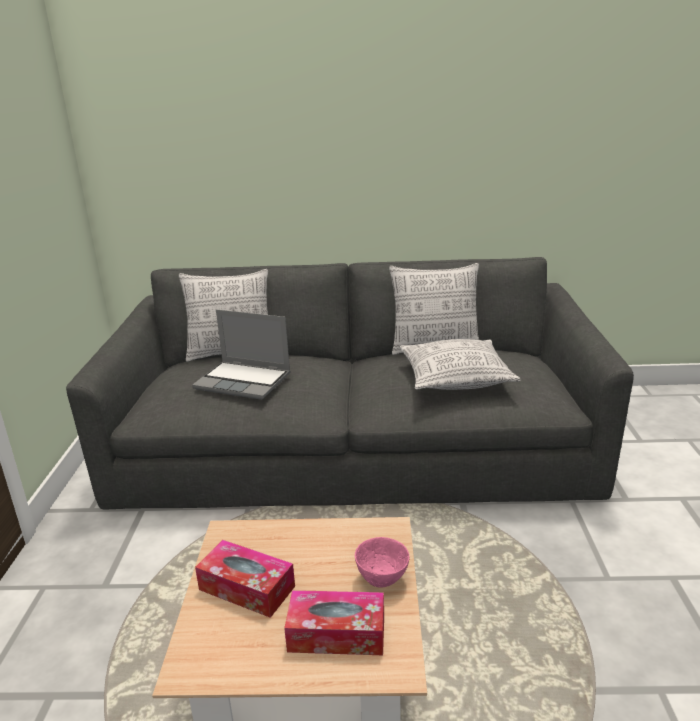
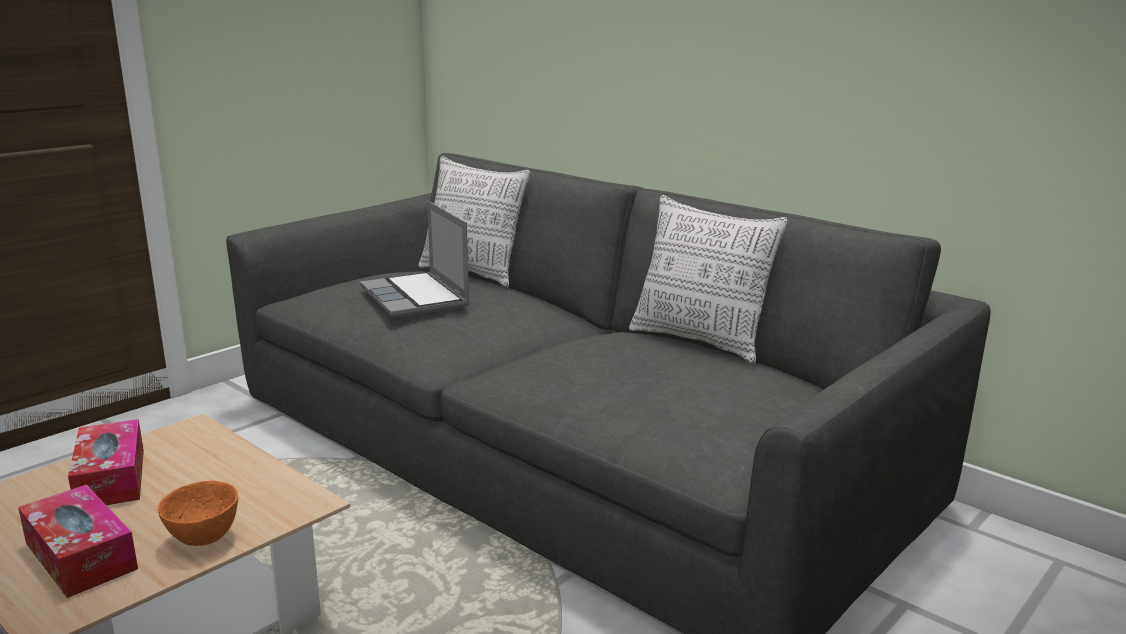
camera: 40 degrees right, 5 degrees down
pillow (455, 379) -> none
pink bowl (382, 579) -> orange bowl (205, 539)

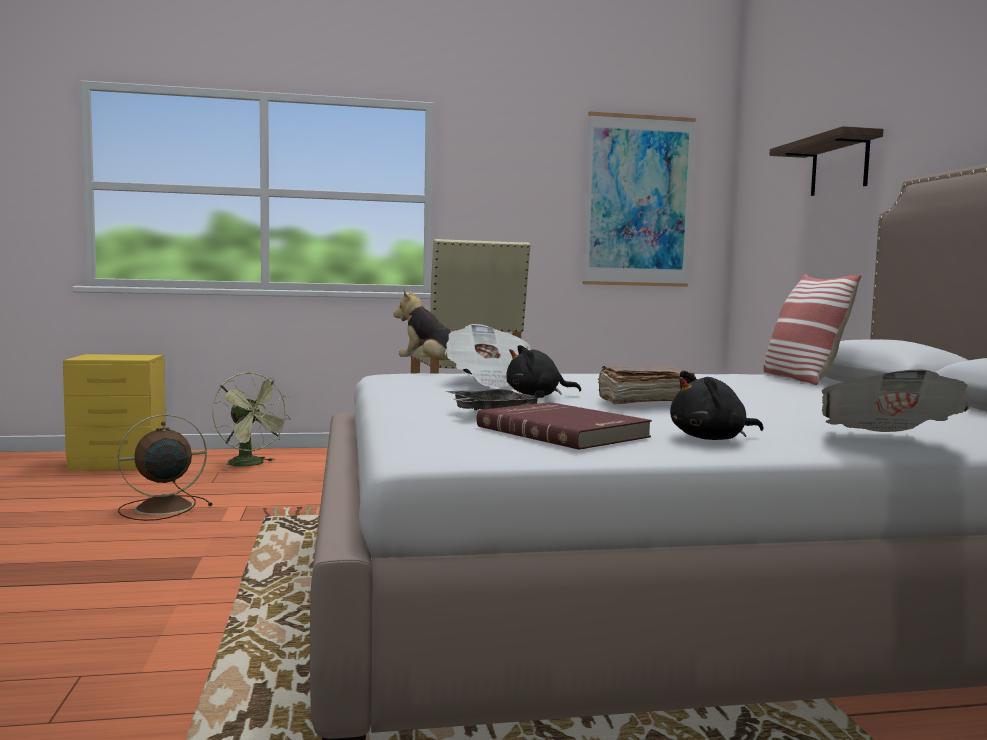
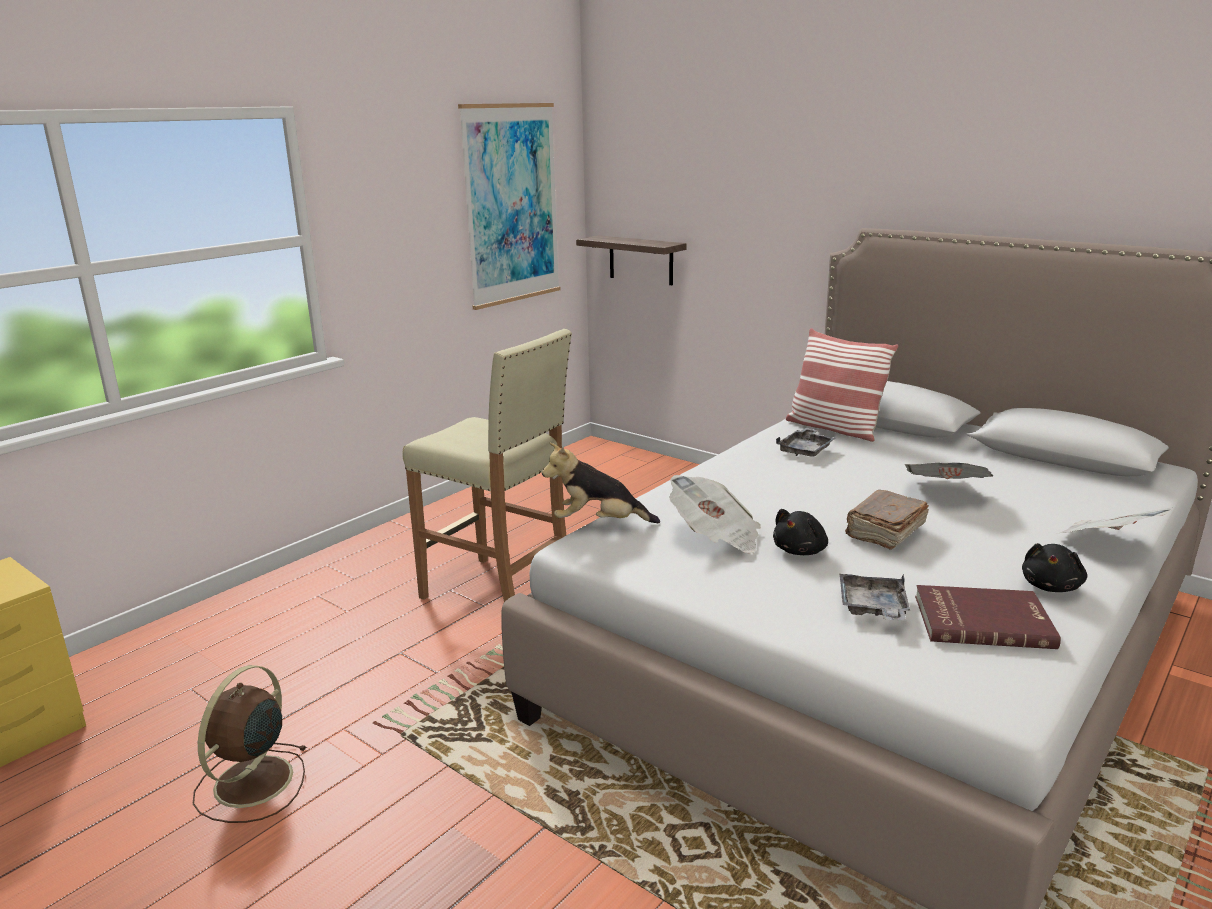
camera: 40 degrees left, 15 degrees up
shelf (839, 165) -> shelf (641, 260), move
green fan (251, 464) -> none
none -> grey tray (806, 450)
none -> newspaper (945, 492)

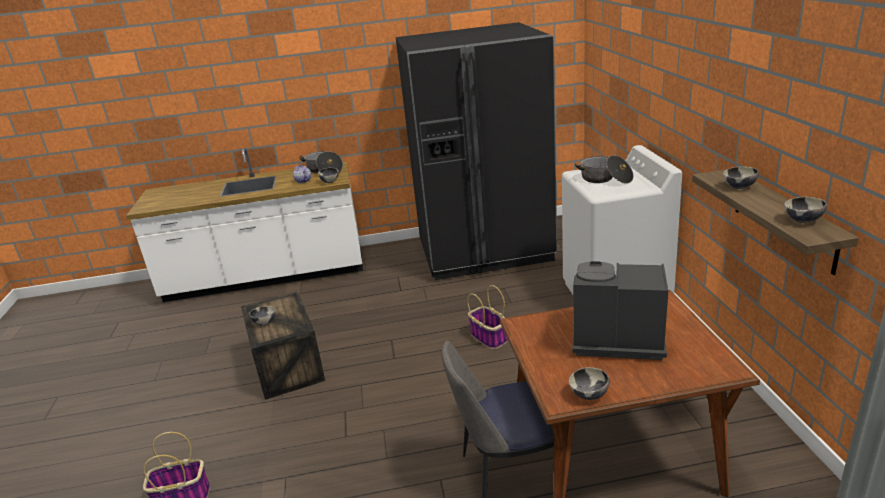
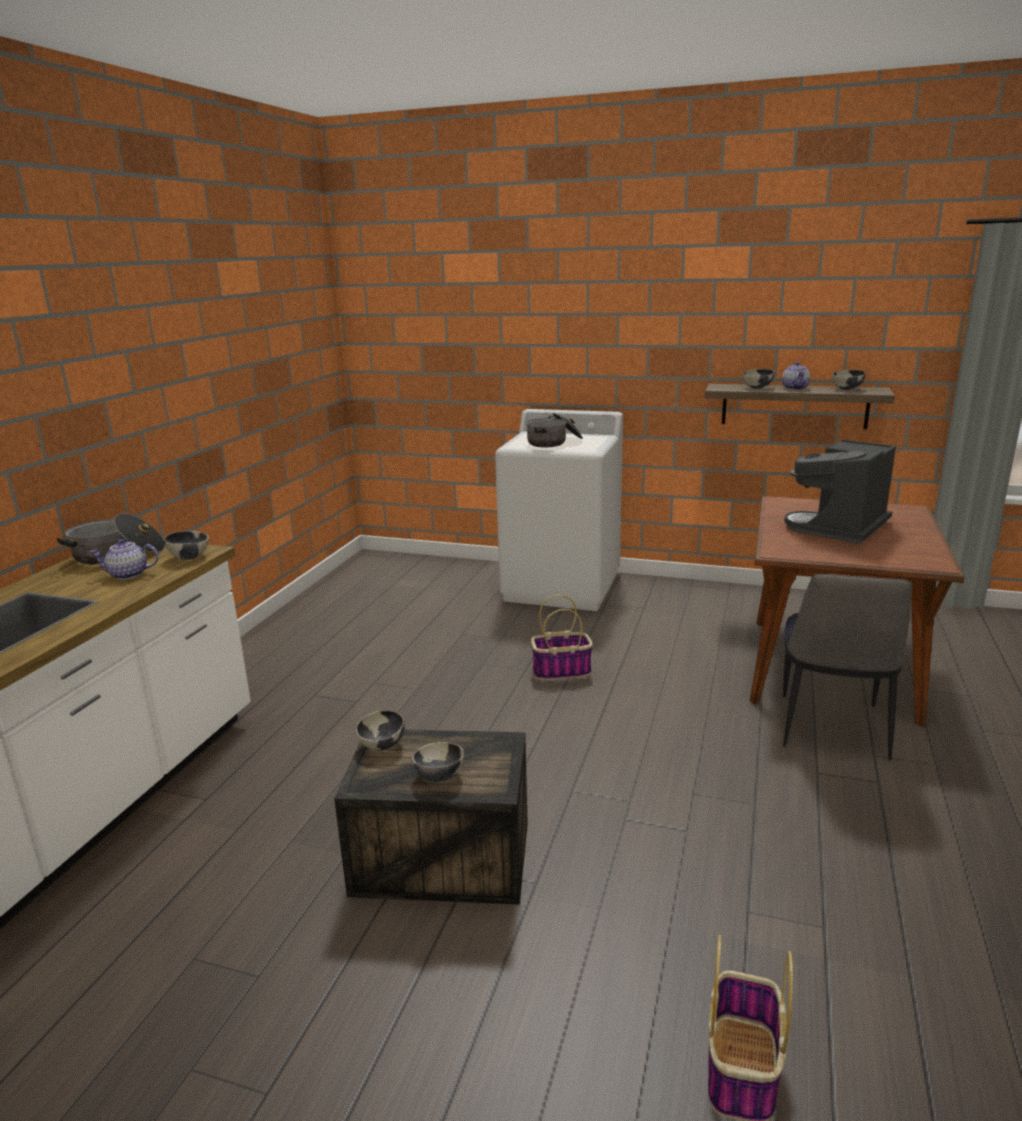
camera: 65 degrees left, 5 degrees down
black fridge (484, 249) -> none
bowl (589, 395) -> bowl (382, 745), move
none -> teapot (795, 388)

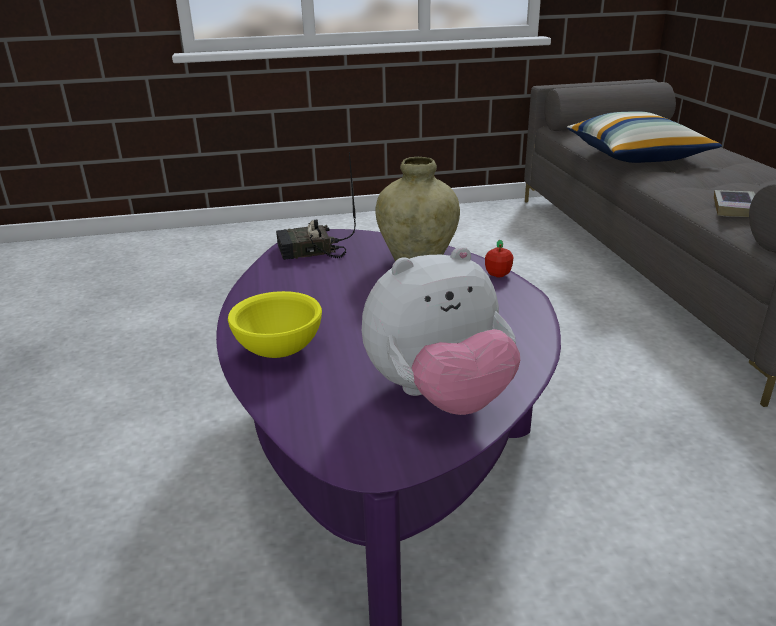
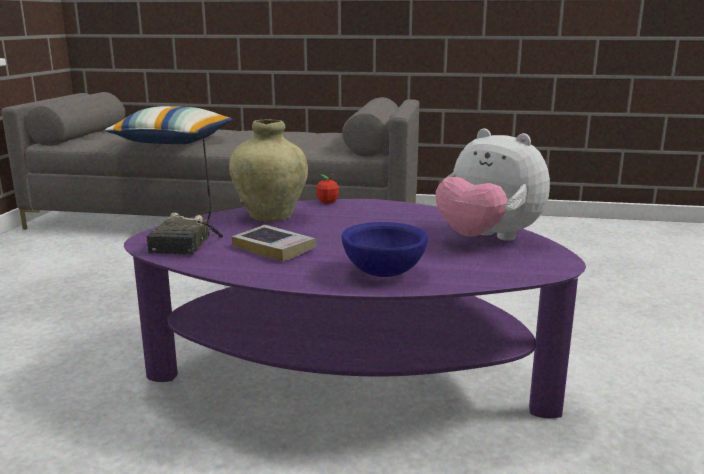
camera: 70 degrees left, 10 degrees down
book (735, 208) -> book (274, 248), move
plush toy (439, 396) -> plush toy (487, 239), 135 degrees clockwise
yellow bowl (278, 350) -> blue bowl (384, 273)

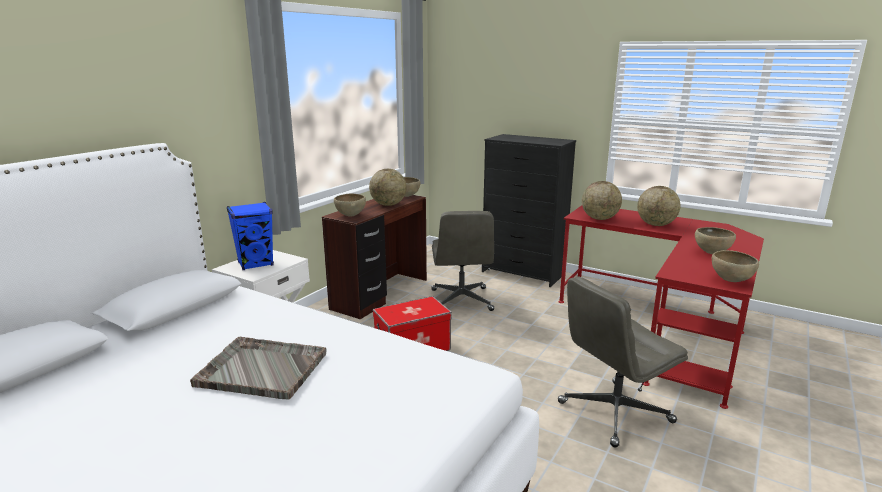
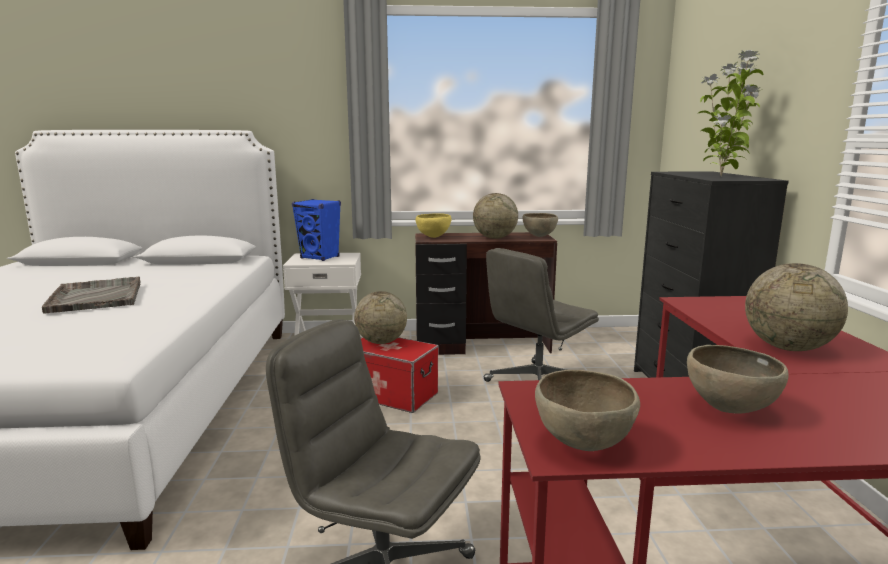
camera: 55 degrees right, 5 degrees down
globe (599, 219) -> globe (381, 342), move
brown bowl (350, 216) -> yellow bowl (433, 237)
none -> potted plant (722, 176)

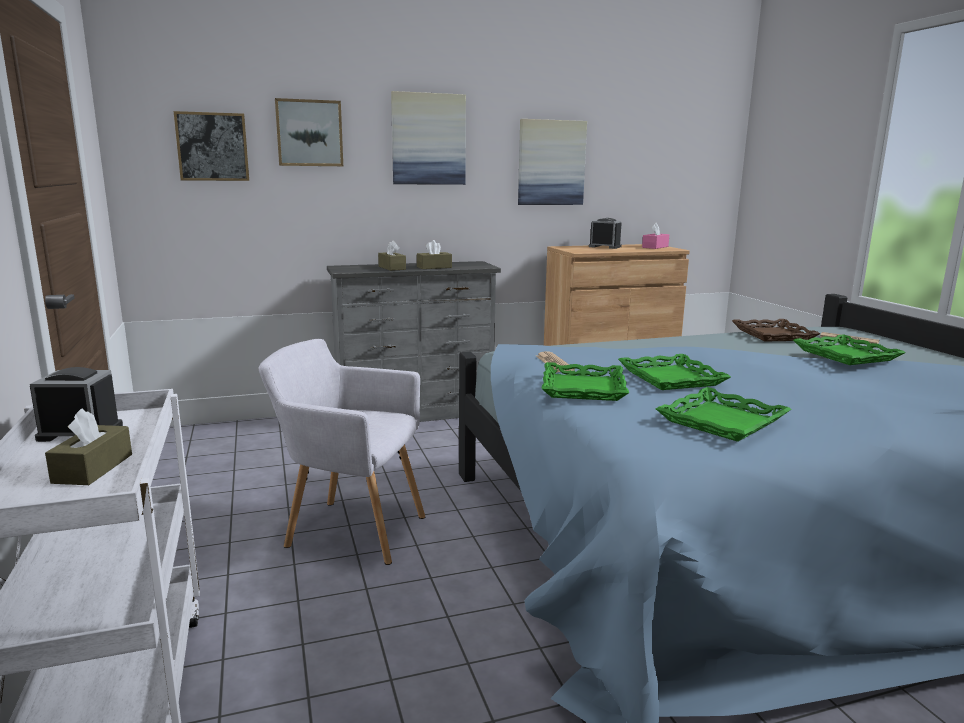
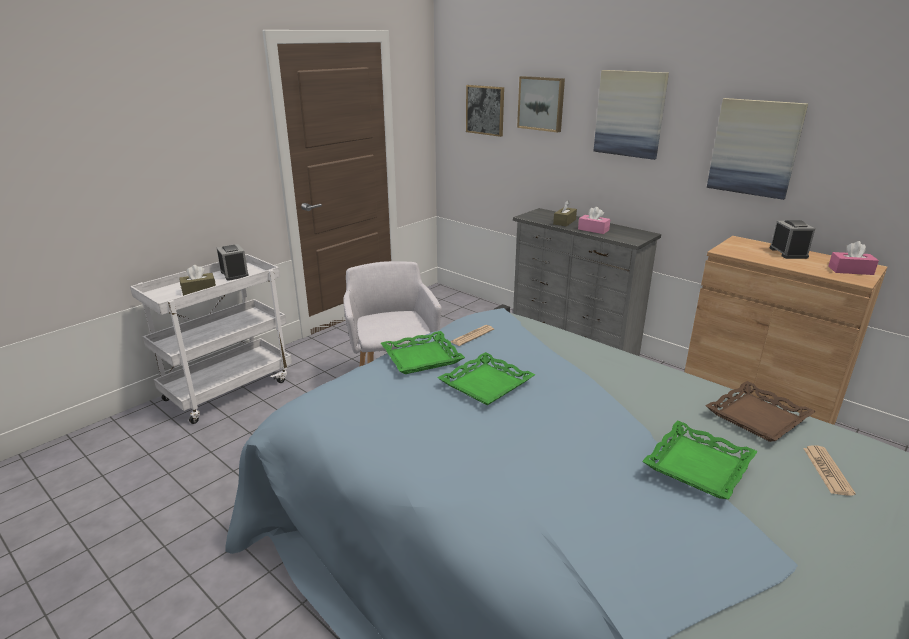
camera: 60 degrees right, 10 degrees up
brown tissue box (434, 267) -> pink tissue box (593, 230)
green tray (722, 422) -> none

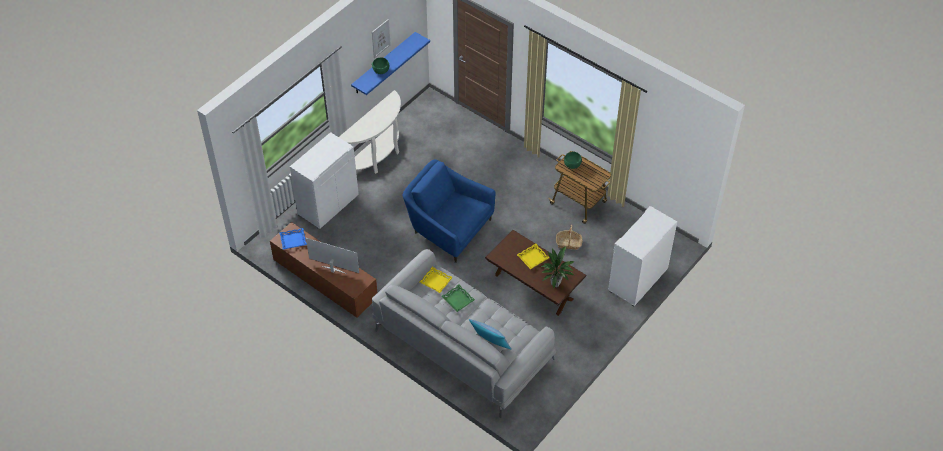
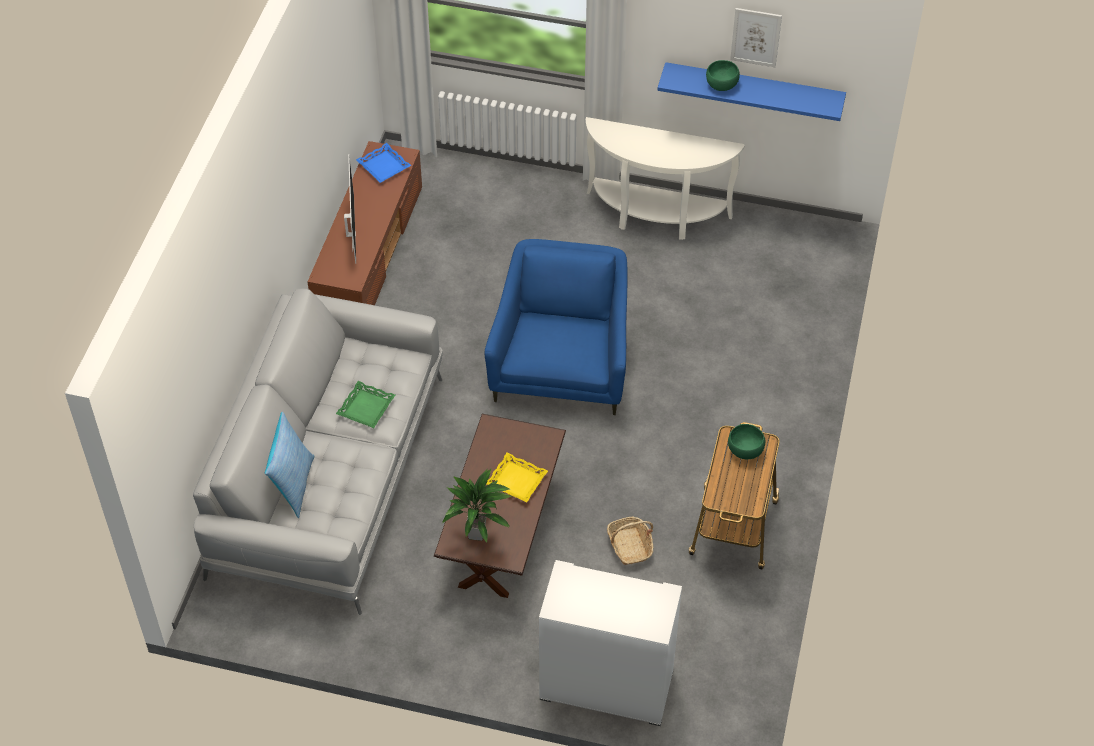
camera: 65 degrees right, 0 degrees up
white cabinet (328, 204) -> none
yellow tray (435, 281) -> none

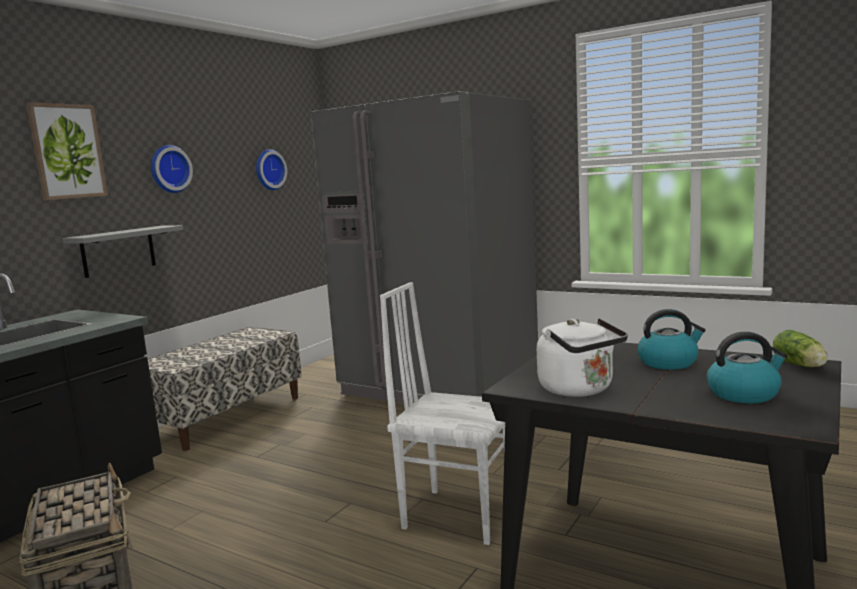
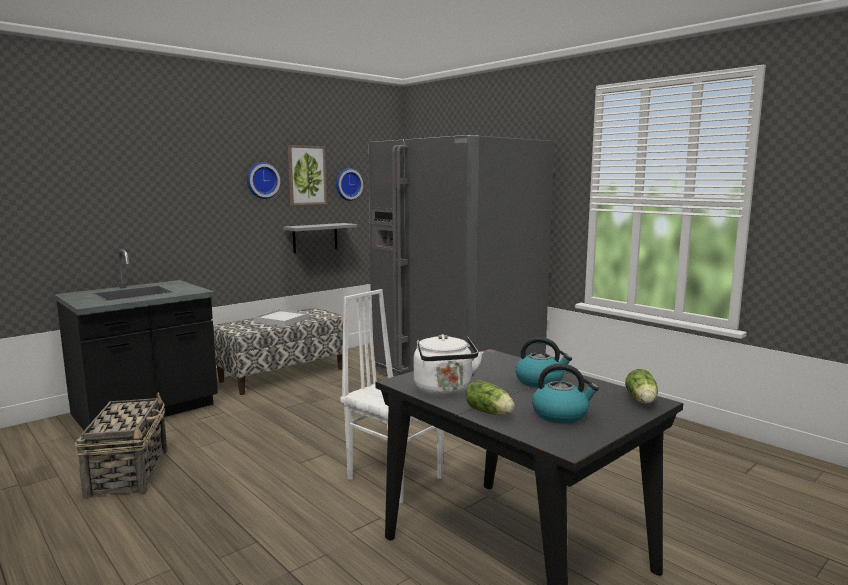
camera: 15 degrees right, 0 degrees up
picture (67, 151) -> picture (306, 175), move
grey shelf (118, 251) -> grey shelf (315, 237), move
none -> white tray (282, 320)
none -> lettuce (490, 413)

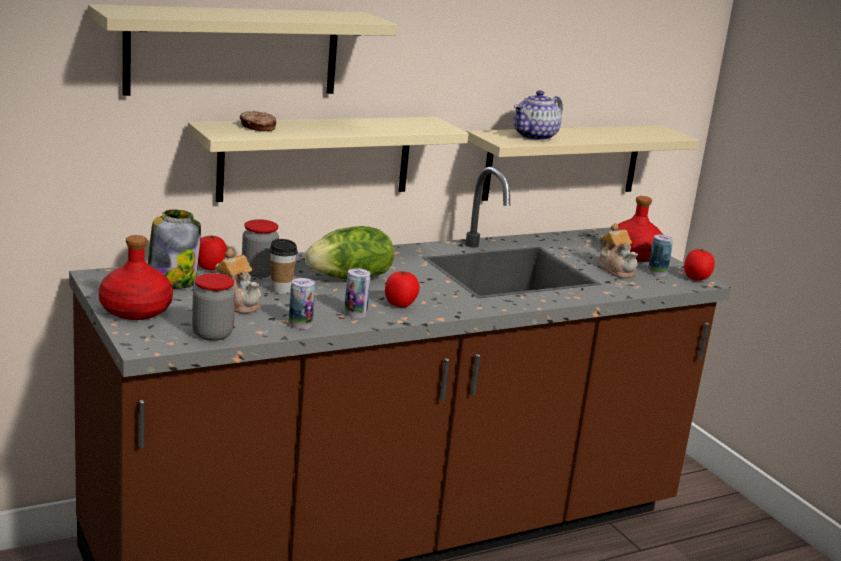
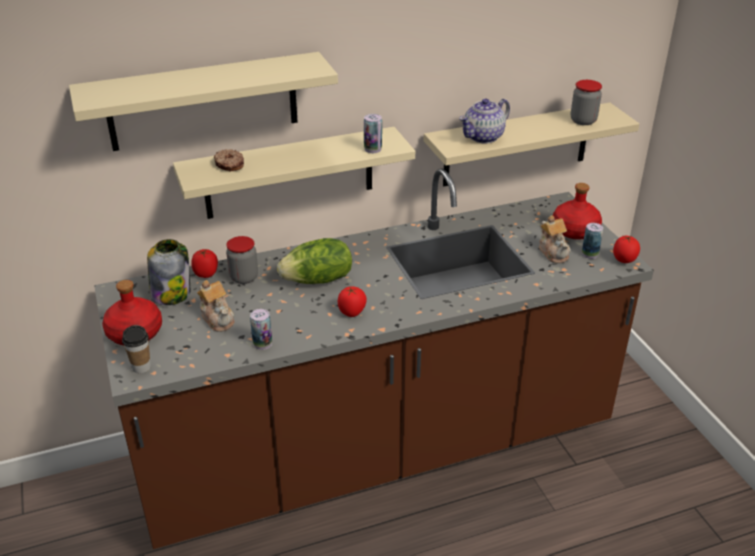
camera: 10 degrees right, 15 degrees up
cup (281, 290) -> cup (141, 367), move
can (355, 313) -> can (373, 149), move
jar (212, 334) -> jar (583, 121), move

